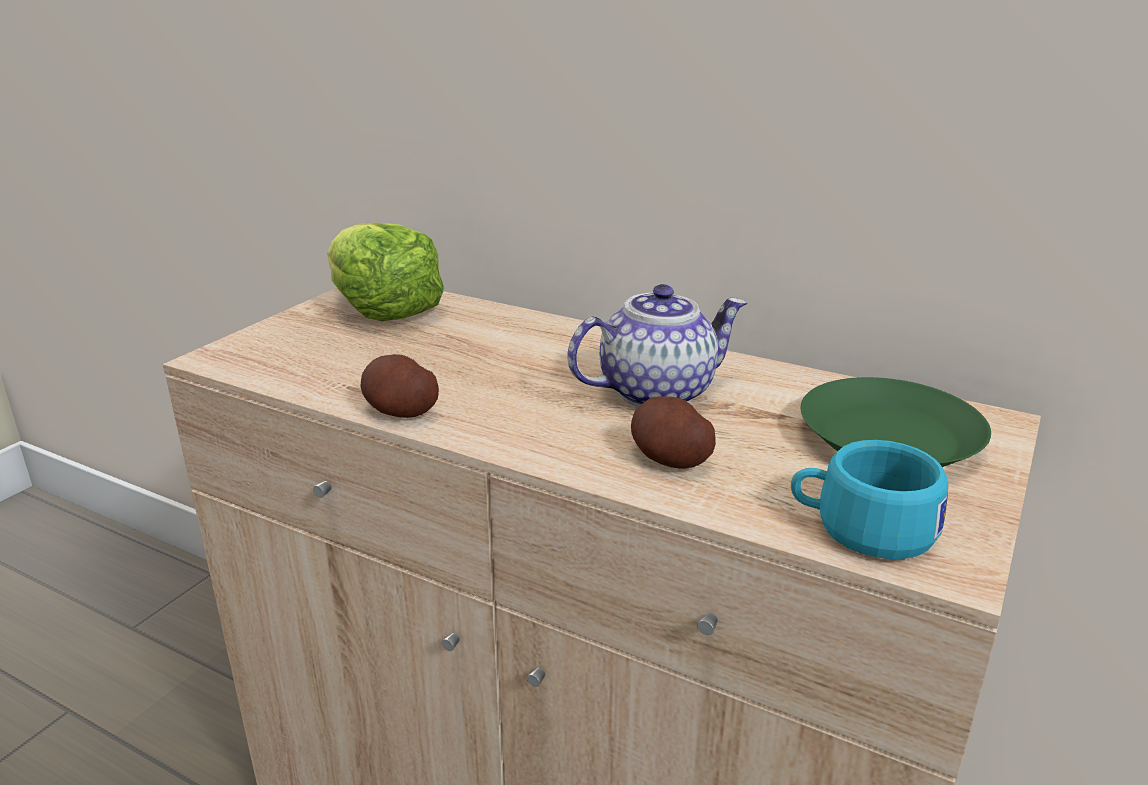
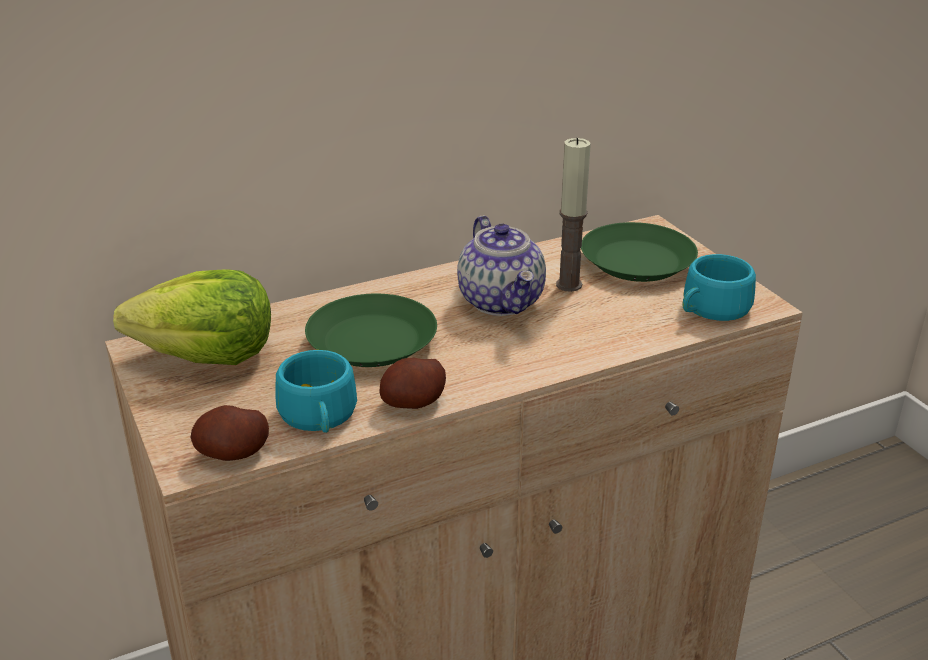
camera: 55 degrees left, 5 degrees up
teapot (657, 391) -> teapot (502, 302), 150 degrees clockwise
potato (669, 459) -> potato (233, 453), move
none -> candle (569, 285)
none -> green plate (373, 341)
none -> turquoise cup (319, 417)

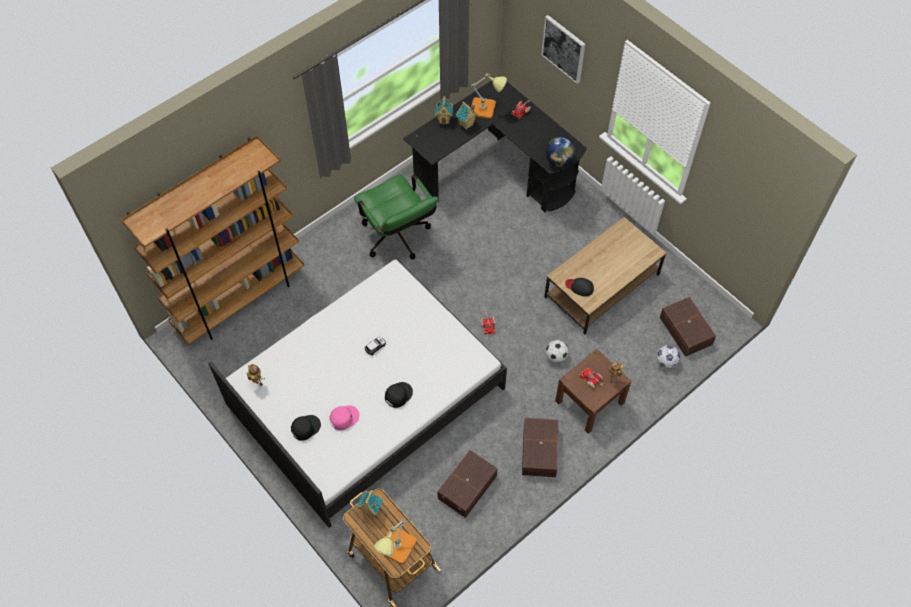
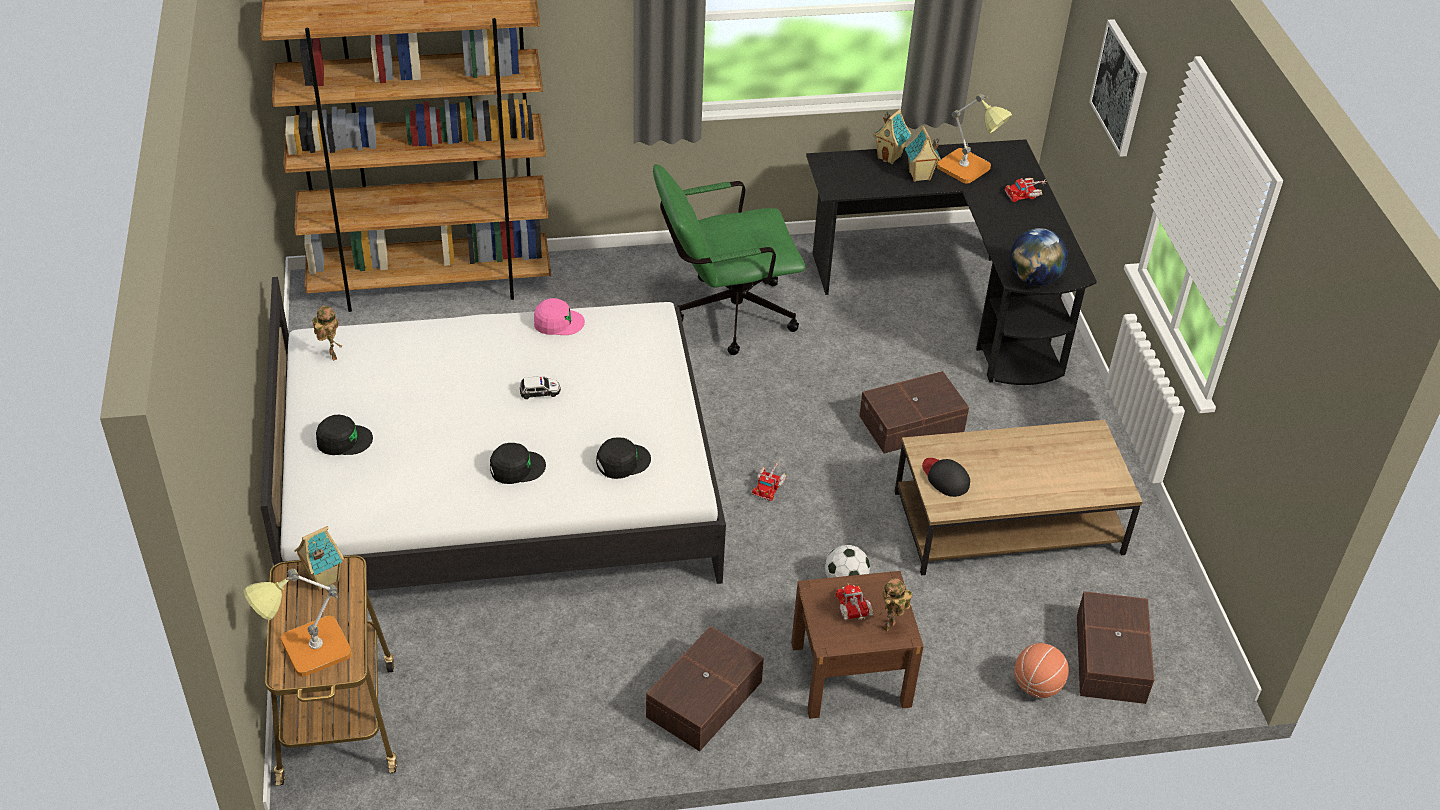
camera: 30 degrees right, 15 degrees down
green office chair (398, 239) -> green office chair (723, 314), 75 degrees clockwise
football (666, 362) -> basketball (1037, 686)
pink cap (344, 418) -> pink cap (558, 322), move
brown storage box (468, 487) -> brown storage box (913, 424), move
none -> black cap (622, 461)

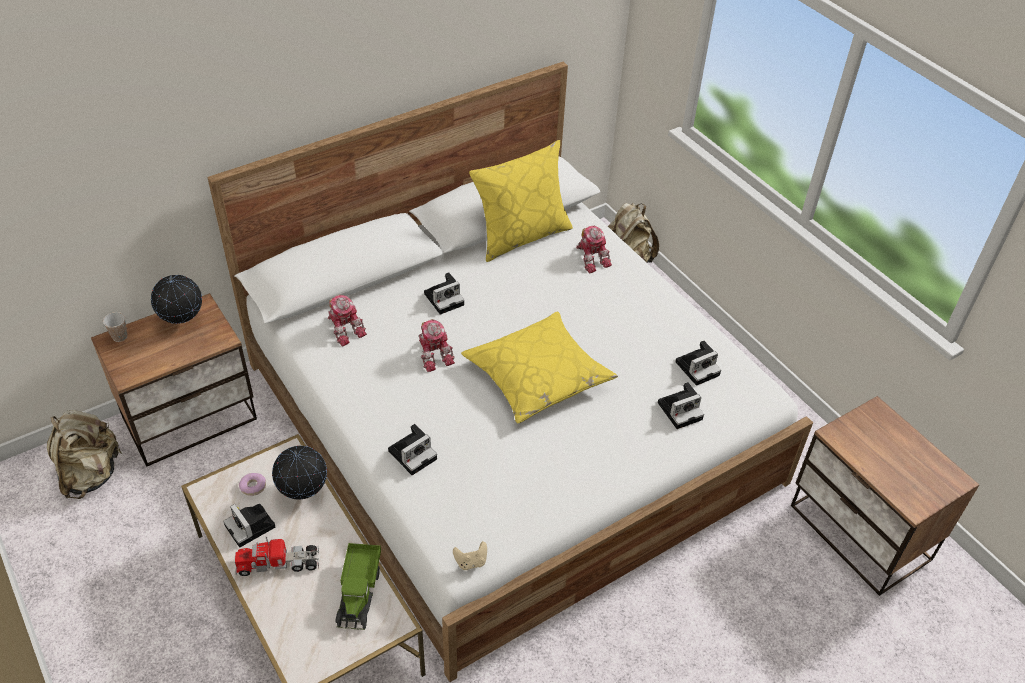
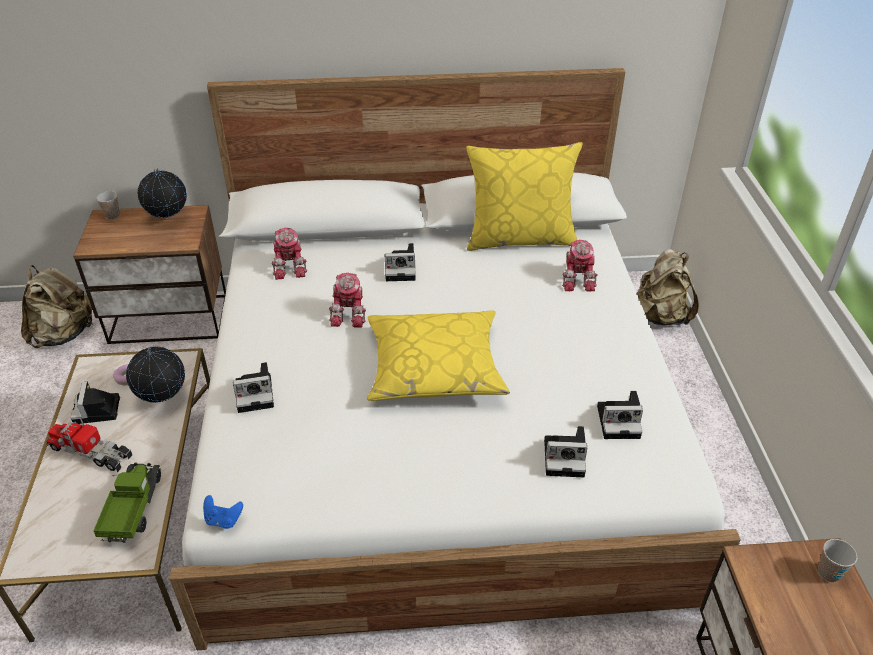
camera: 30 degrees right, 5 degrees down
beige game controller (471, 562) -> blue game controller (223, 520)
toy truck (359, 592) -> toy truck (133, 510), 150 degrees clockwise
none -> cup (828, 573)

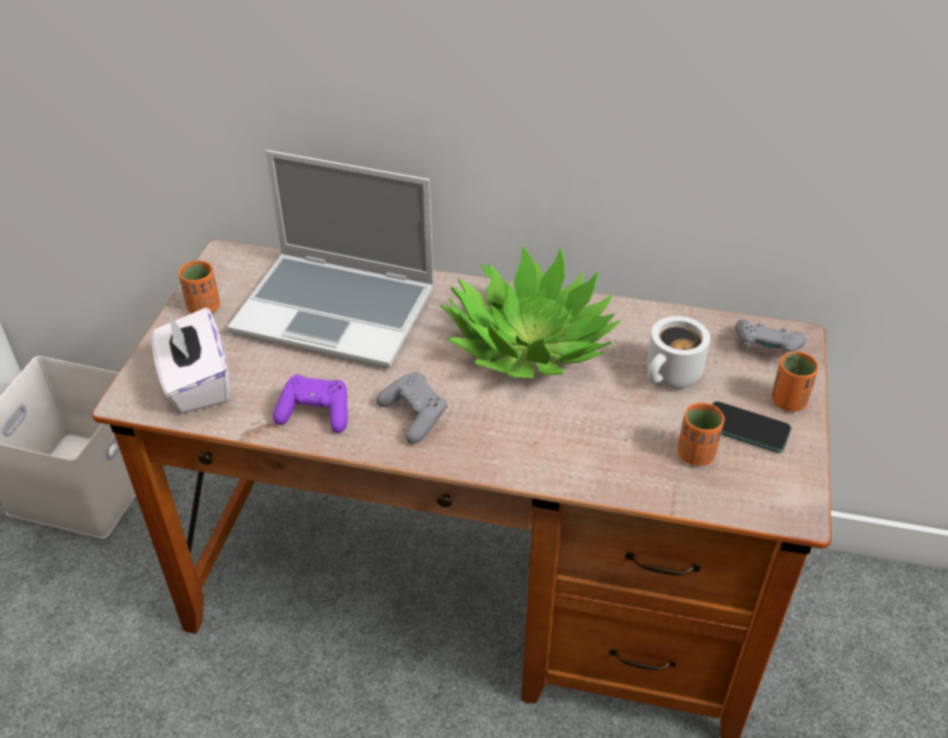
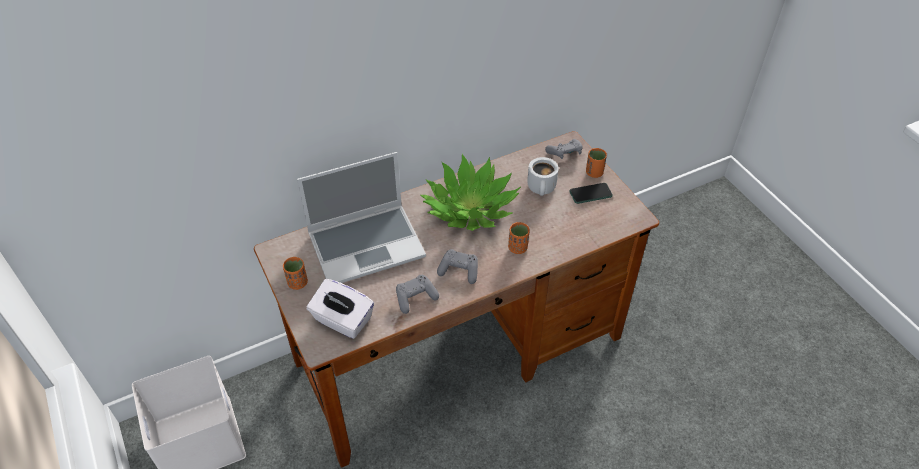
camera: 40 degrees left, 5 degrees up
purple game controller (315, 413) -> grey game controller (415, 298)
orange cup (695, 454) -> orange cup (518, 248), move

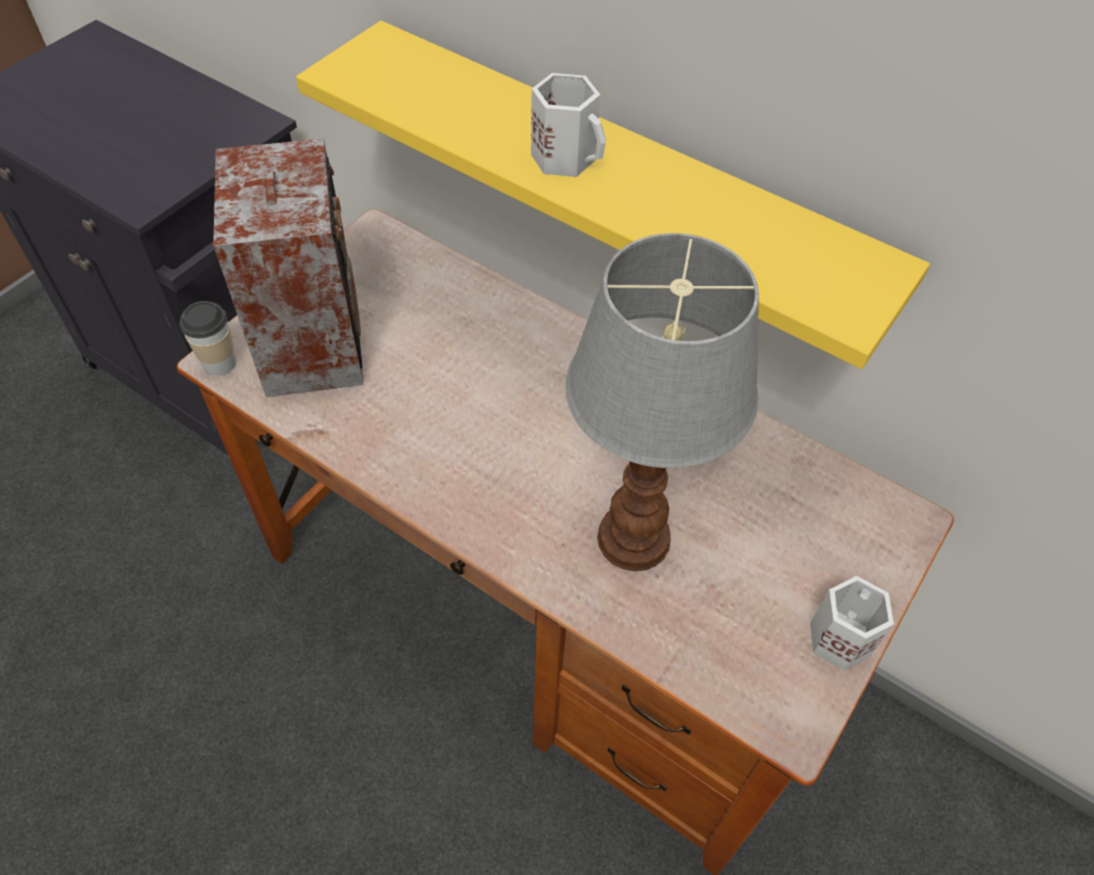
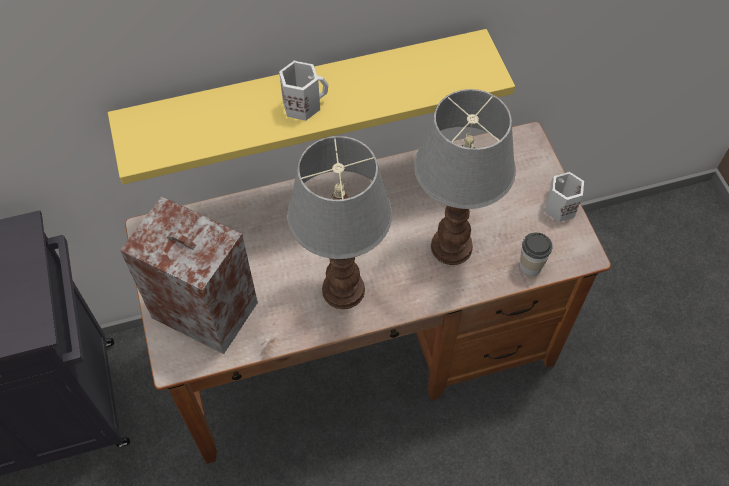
camera: 50 degrees left, 5 degrees up
cup (219, 362) -> cup (530, 266), move
none -> table lamp (342, 291)

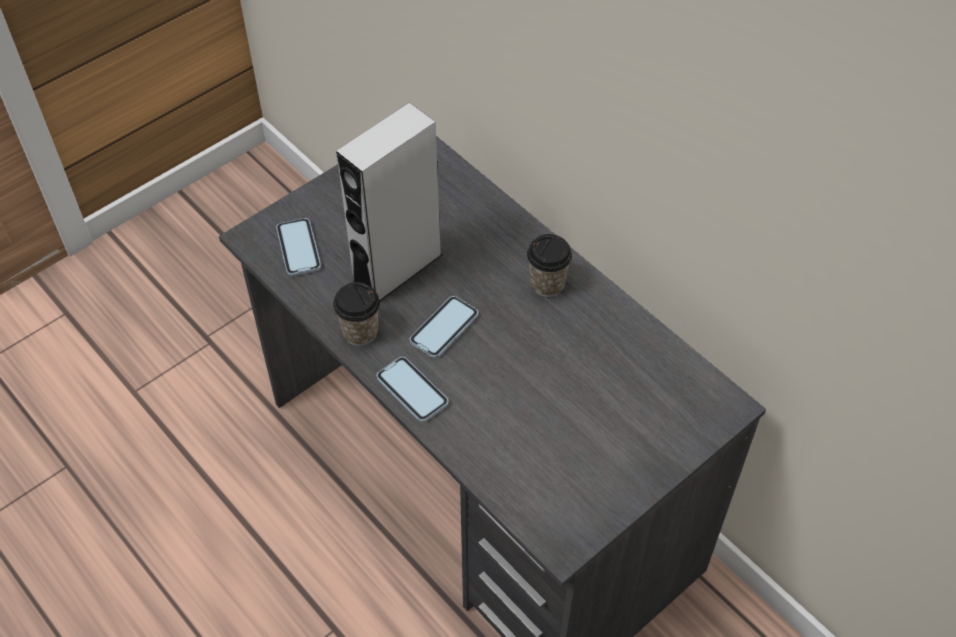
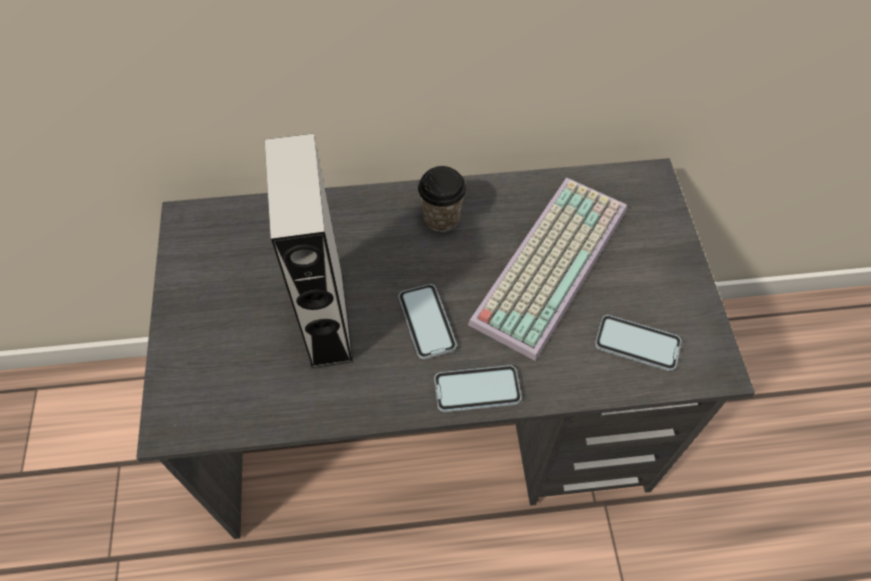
camera: 55 degrees left, 5 degrees up
phone (298, 248) -> phone (637, 344), move
cup (360, 332) -> none
none -> keyboard (548, 261)

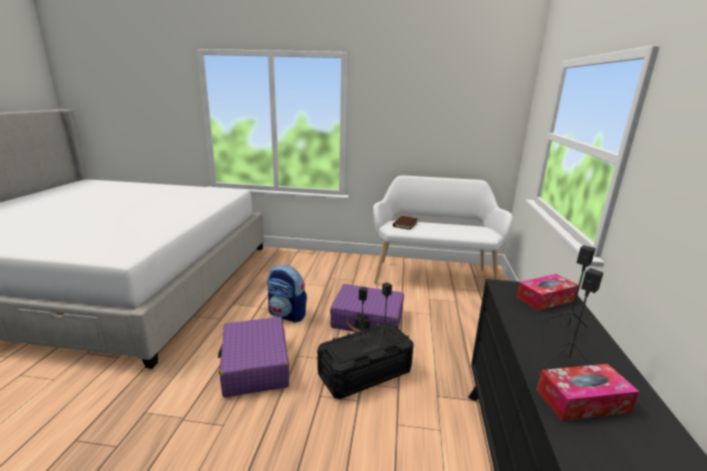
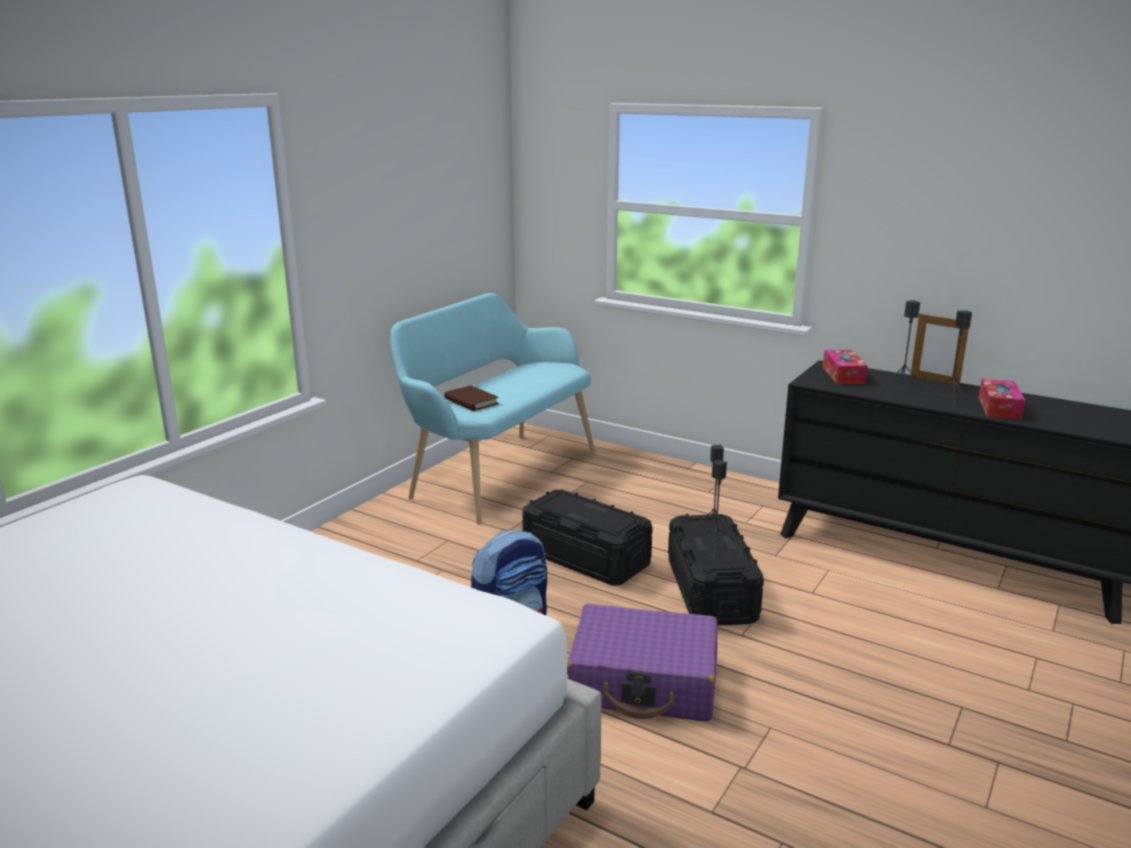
camera: 65 degrees left, 0 degrees up
white bench (433, 274) -> turquoise bench (497, 473)
purple suitcase (368, 320) -> black storage box (585, 558)
none -> picture frame (934, 380)

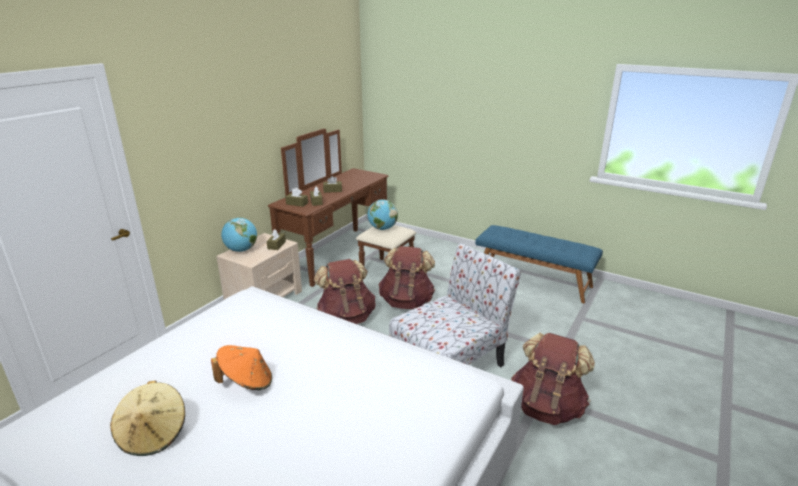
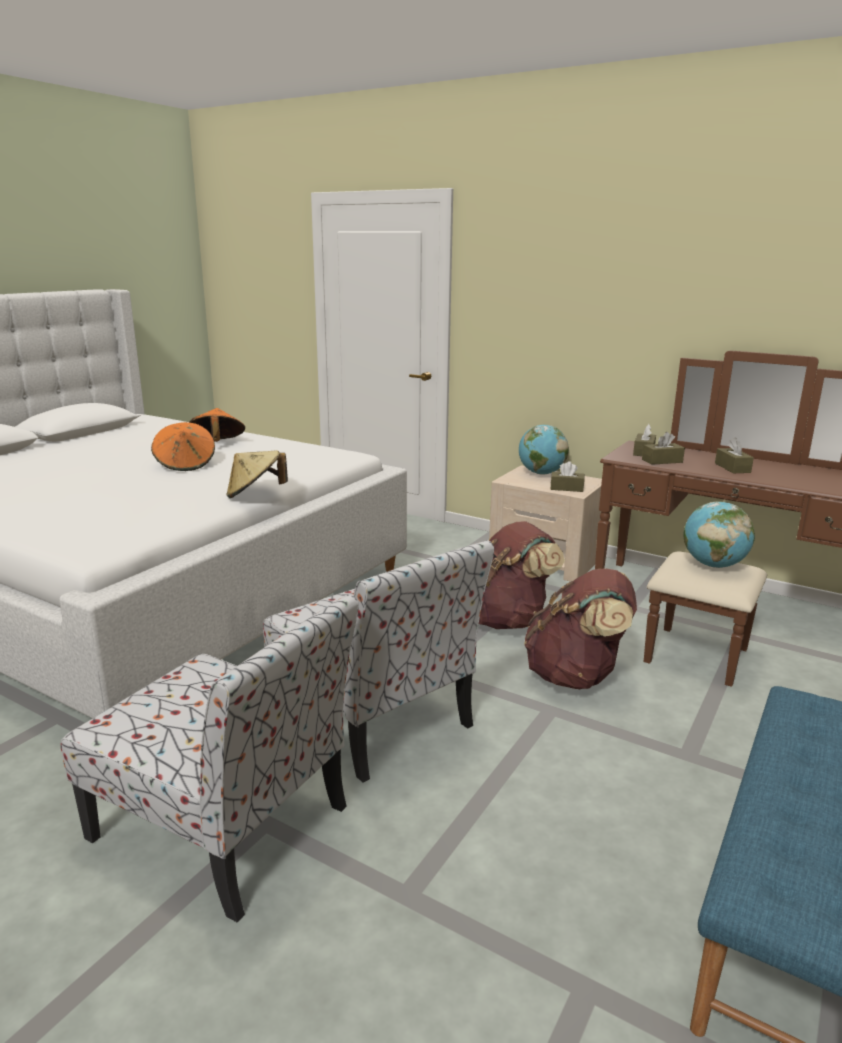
camera: 90 degrees right, 5 degrees down
brown backpack (547, 407) -> chair (225, 825)
beige hat (153, 434) -> beige hat (255, 494), move
none -> orange hat (217, 444)

